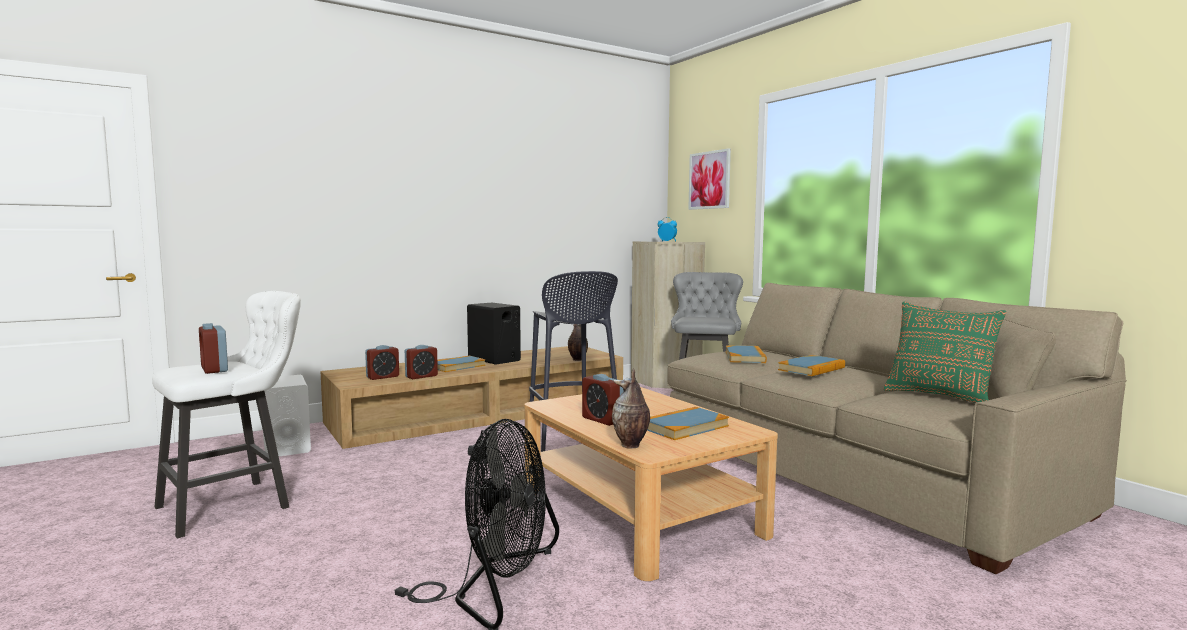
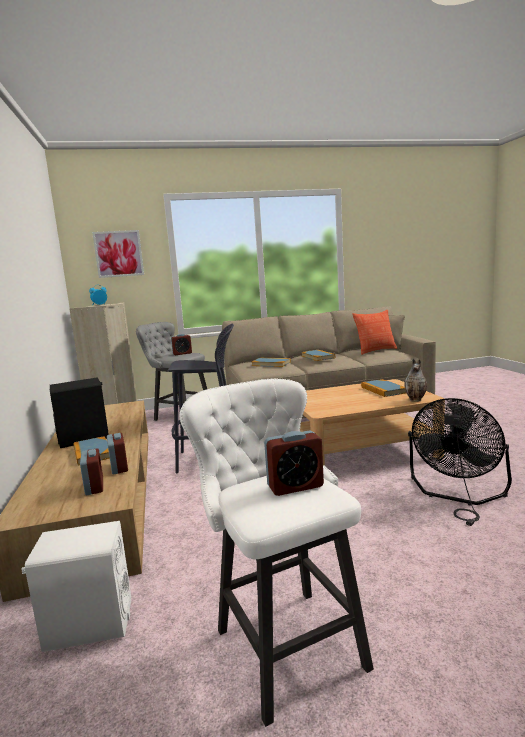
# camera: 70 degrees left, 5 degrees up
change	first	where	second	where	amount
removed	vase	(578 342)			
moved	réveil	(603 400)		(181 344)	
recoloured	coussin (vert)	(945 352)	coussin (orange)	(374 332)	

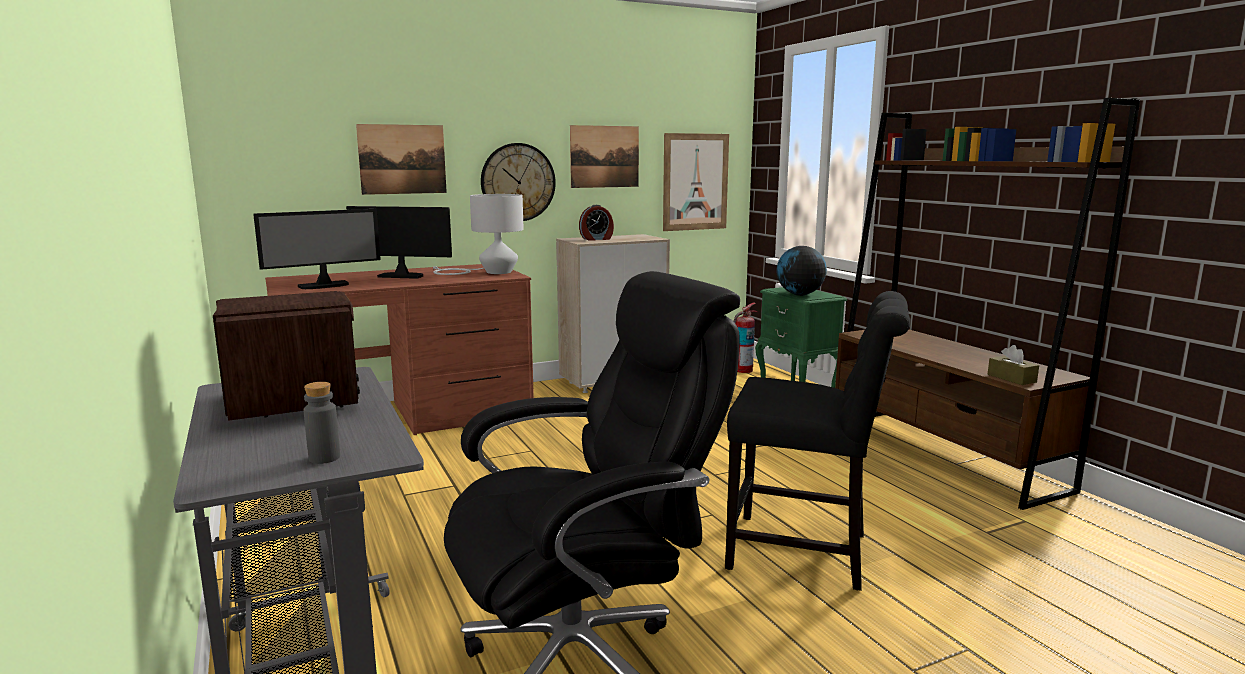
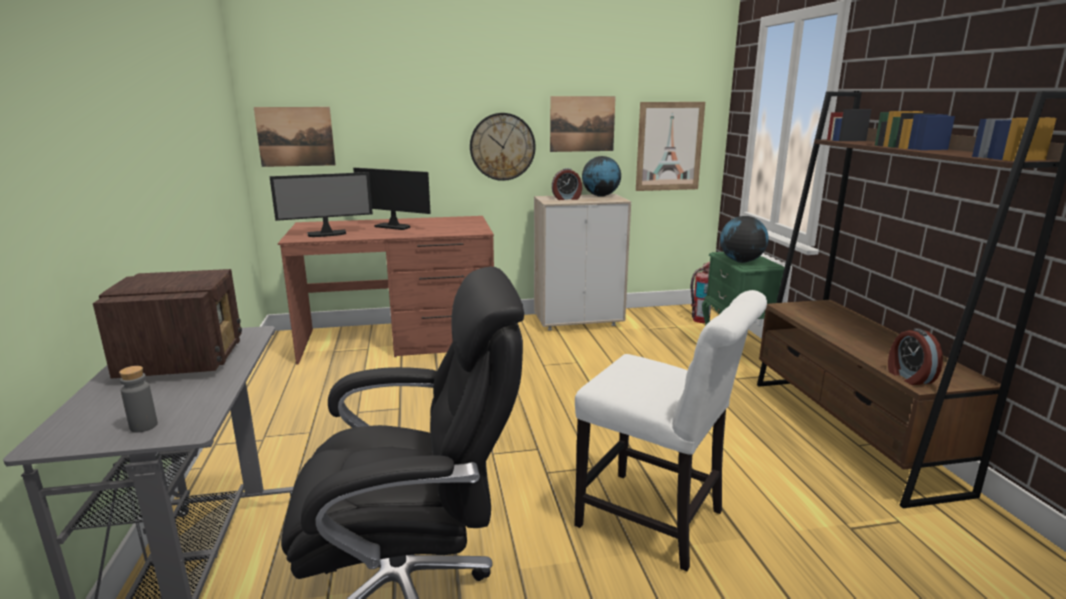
# camera: 15 degrees right, 5 degrees up
change	first	where	second	where	amount
moved	tableau	(401 159)		(295 137)	
removed	lampe de table (blanc)	(478 234)			
recoloured	chaise (noir)	(818 441)	chaise (blanc)	(670 430)	
replaced	boîte à mouchoirs (marron)	(1013 365)	réveil	(915 356)	
added			globe	(601 176)	

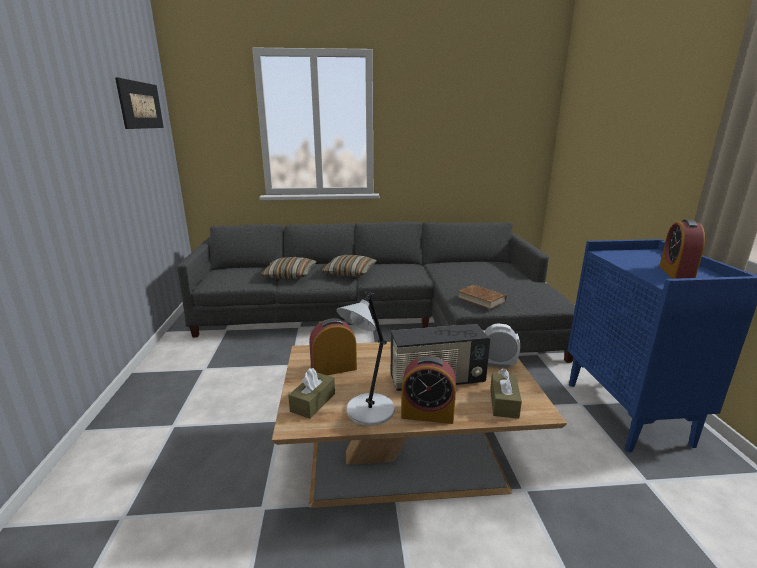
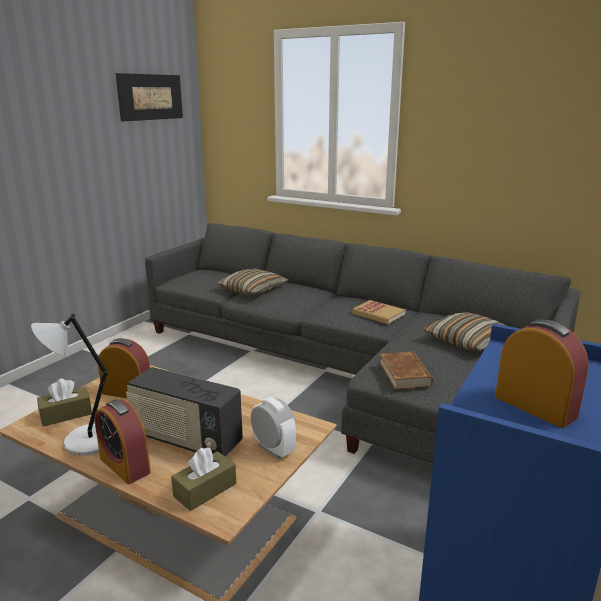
# camera: 35 degrees right, 0 degrees up
change	first	where	second	where	amount
moved	coussin	(349 266)		(465 331)	
turned	réveil	(682 249)		(542 373)	90 degrees clockwise
added			livre	(378 312)	

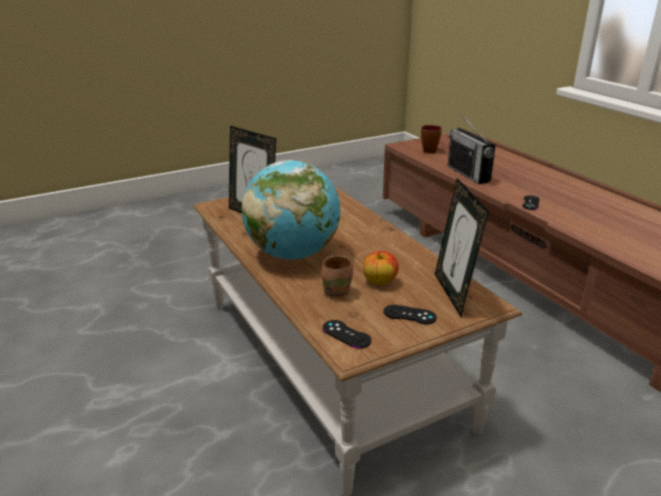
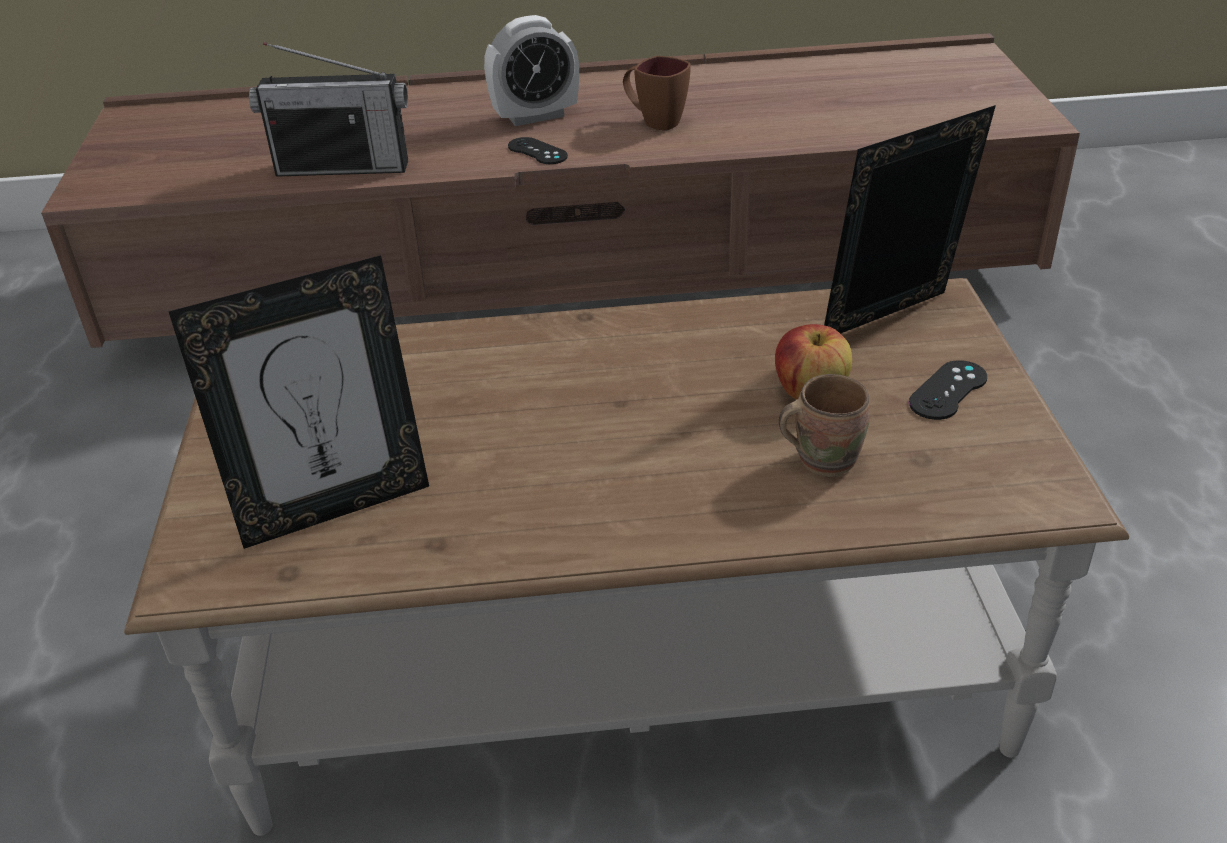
# camera: 65 degrees left, 10 degrees up
change	first	where	second	where	amount
removed	globe	(291 209)			
removed	manette (noir)	(347 334)			
moved	mug (marron)	(431 139)		(657 93)	
turned	cadre photo	(462 247)		(910 219)	135 degrees clockwise
added			réveil	(531 70)	

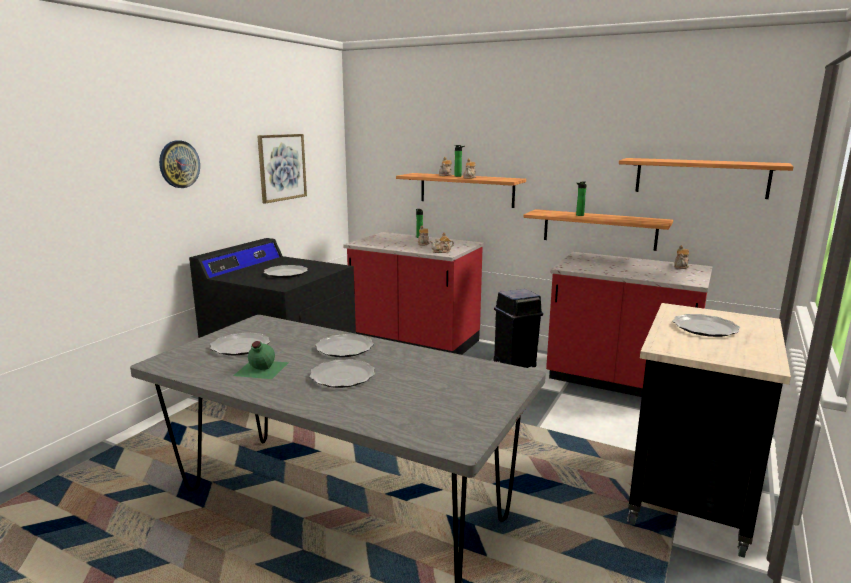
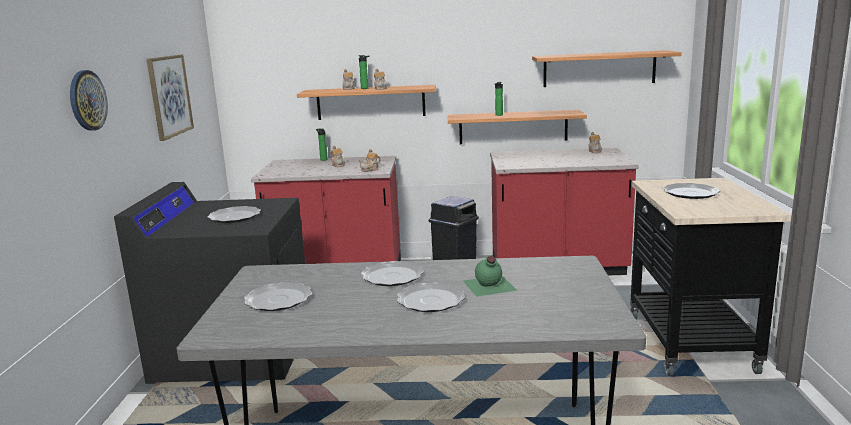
# camera: 25 degrees left, 0 degrees up
change	first	where	second	where	amount
moved	bouteille (vert)	(260 360)		(490 276)	

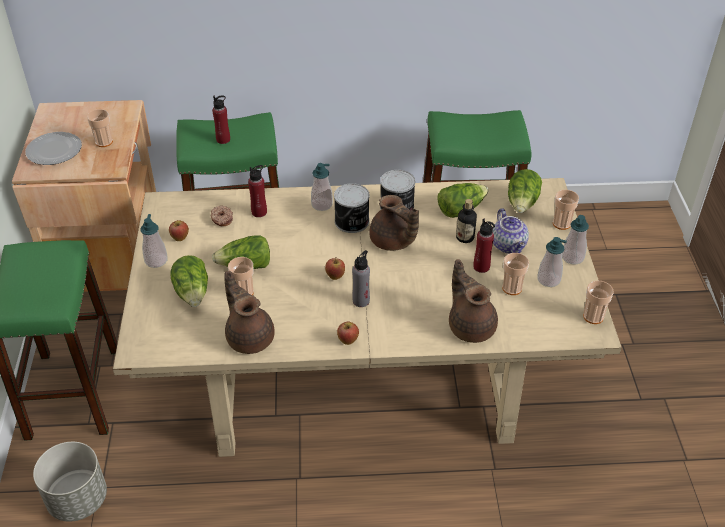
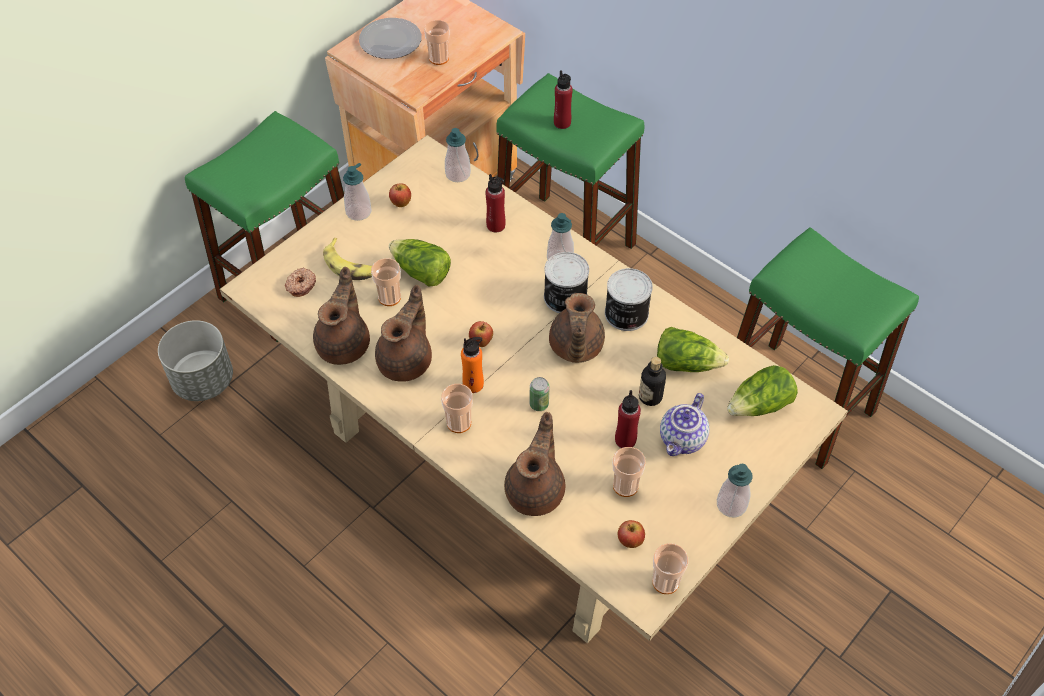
# camera: 45 degrees right, 10 degrees up
change	first	where	second	where	amount
replaced	laitue	(189 281)	banane	(347 259)	
moved	beignet	(222 216)		(300 282)	
moved	pomme	(348 333)		(631 534)	
recoloured	bouteille (gris)	(361 278)	bouteille (orange)	(472 365)	
moved	distributeur de savon	(552 262)		(458 155)	
moved	tasse	(566 210)		(457 408)	
added			théière (marron)	(403 333)	
added			boîte métallique	(540 394)	

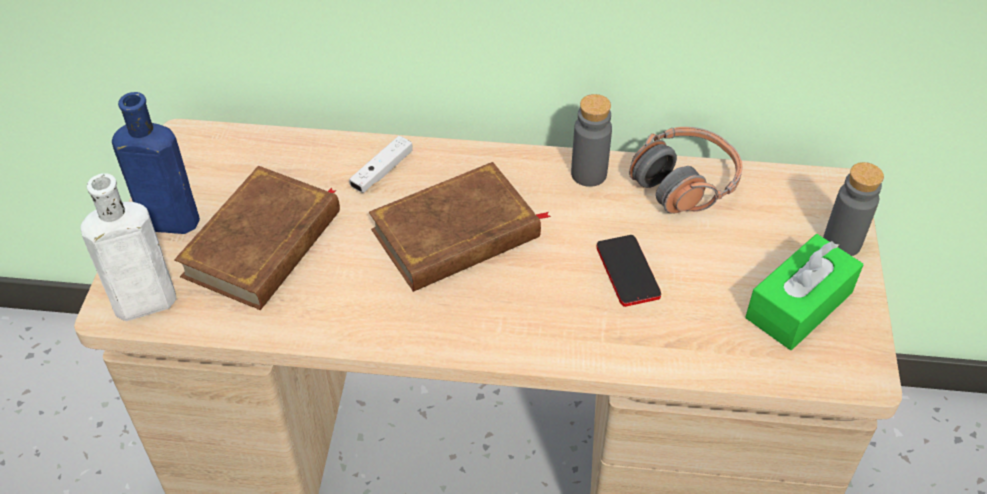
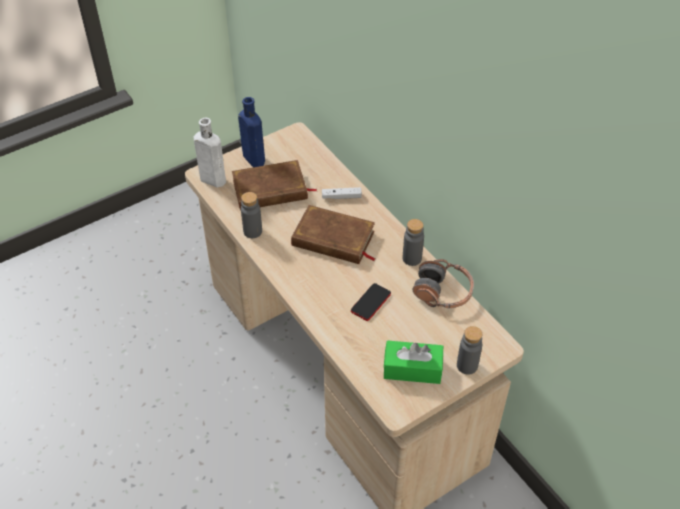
# camera: 50 degrees right, 0 degrees up
change	first	where	second	where	amount
added			bouteille (gris)	(251 215)	

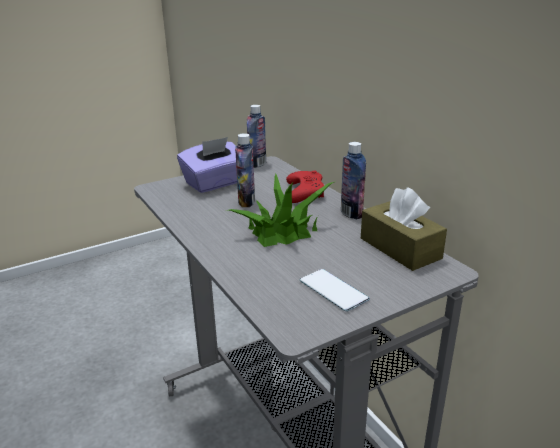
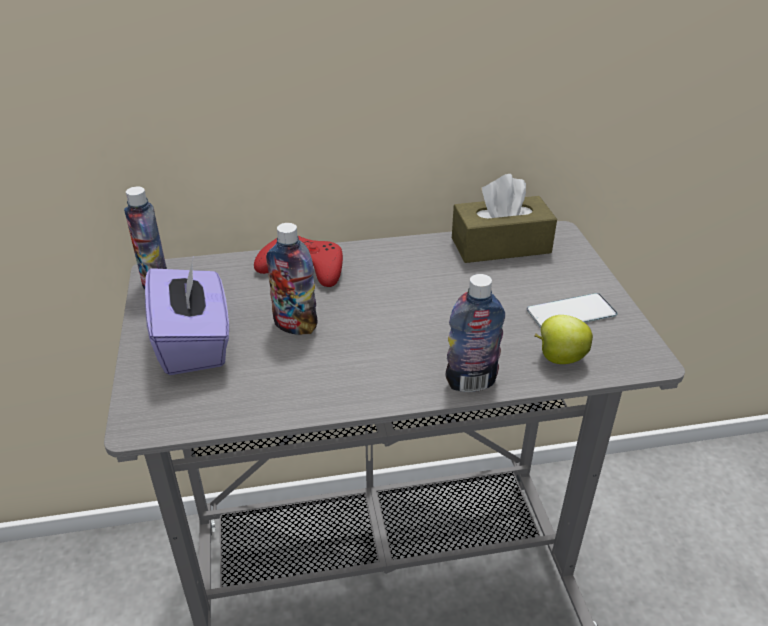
# camera: 70 degrees left, 10 degrees up
change	first	where	second	where	amount
removed	plante en pot	(279 210)			
moved	bouteille	(353 180)		(475 333)	
added			pomme	(563 339)	

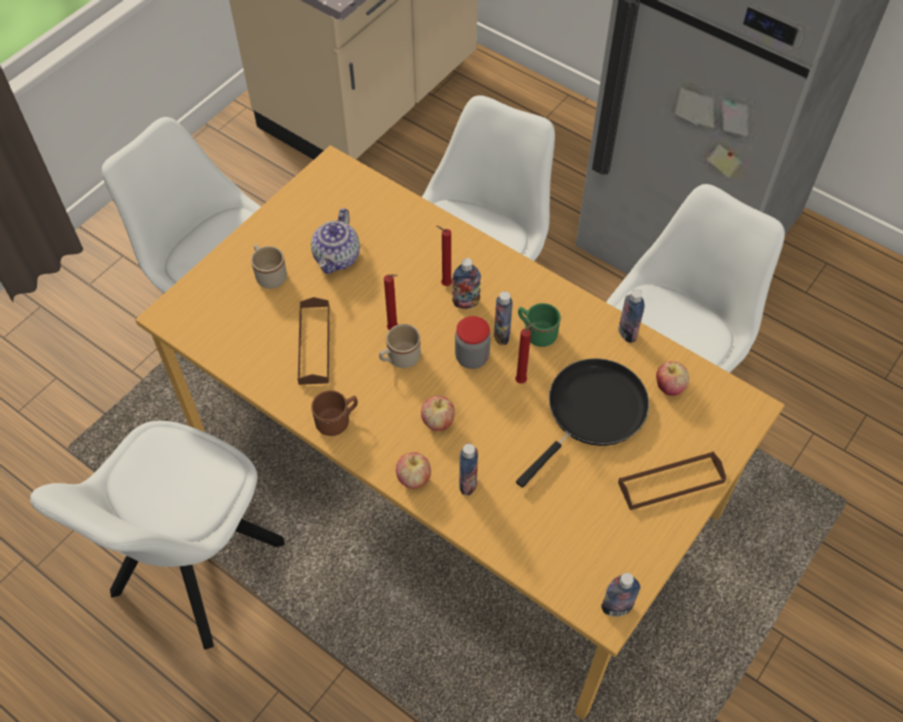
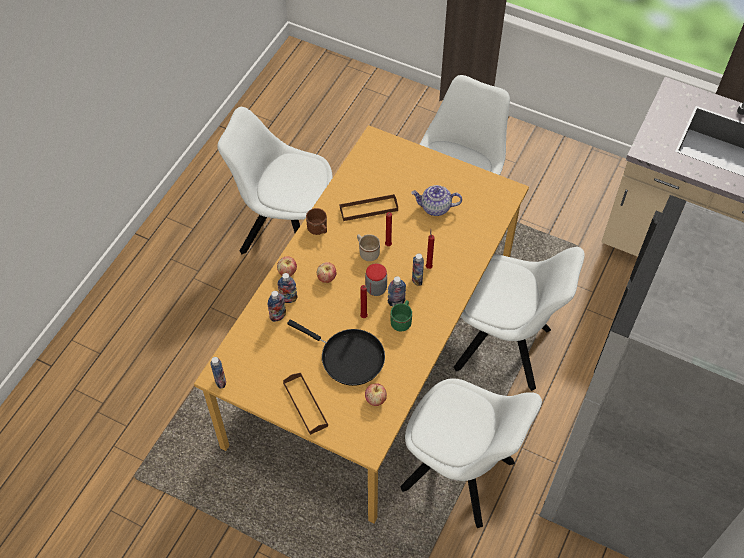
# camera: 80 degrees right, 0 degrees up
change	first	where	second	where	amount
removed	mug (beige)	(269 266)			
moved	bouteille	(632 316)		(277 306)	

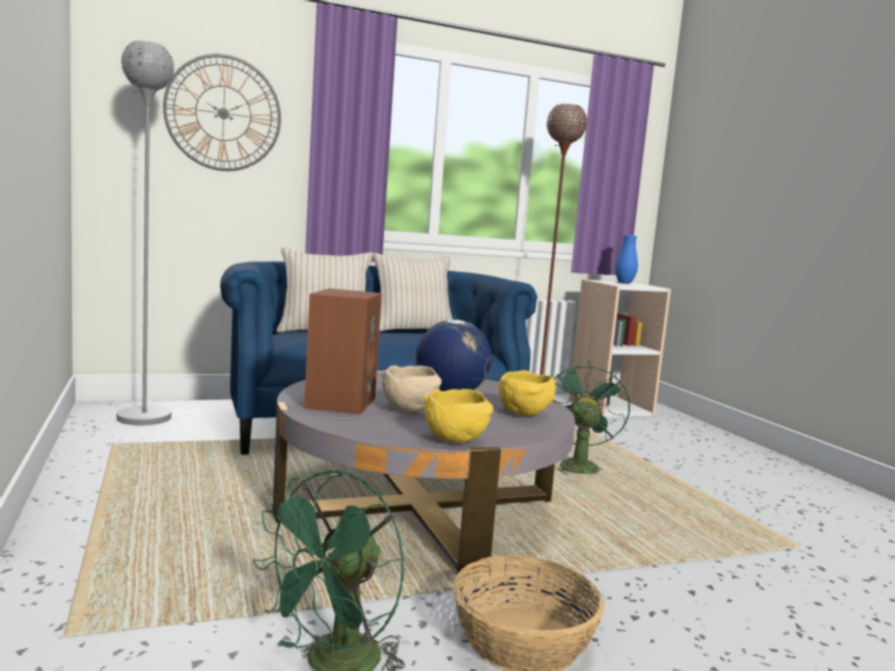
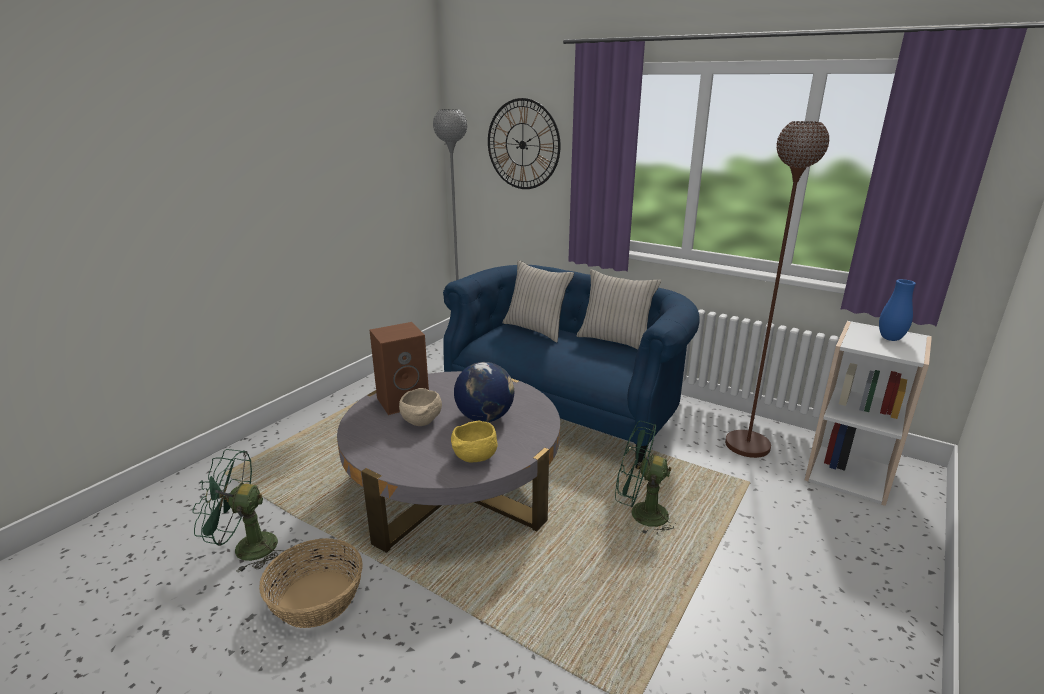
# camera: 55 degrees right, 15 degrees up
change	first	where	second	where	amount
removed	bol (jaune)	(458 416)			
turned	ventilateur (vert)	(592 419)		(646 478)	135 degrees counterclockwise

